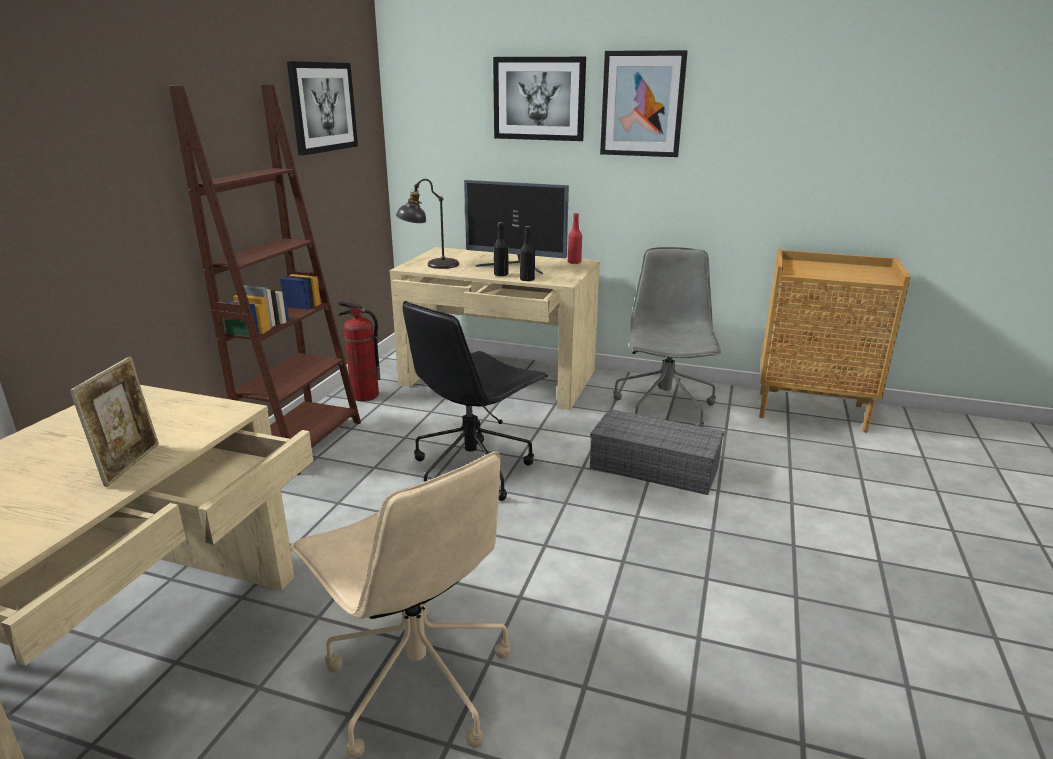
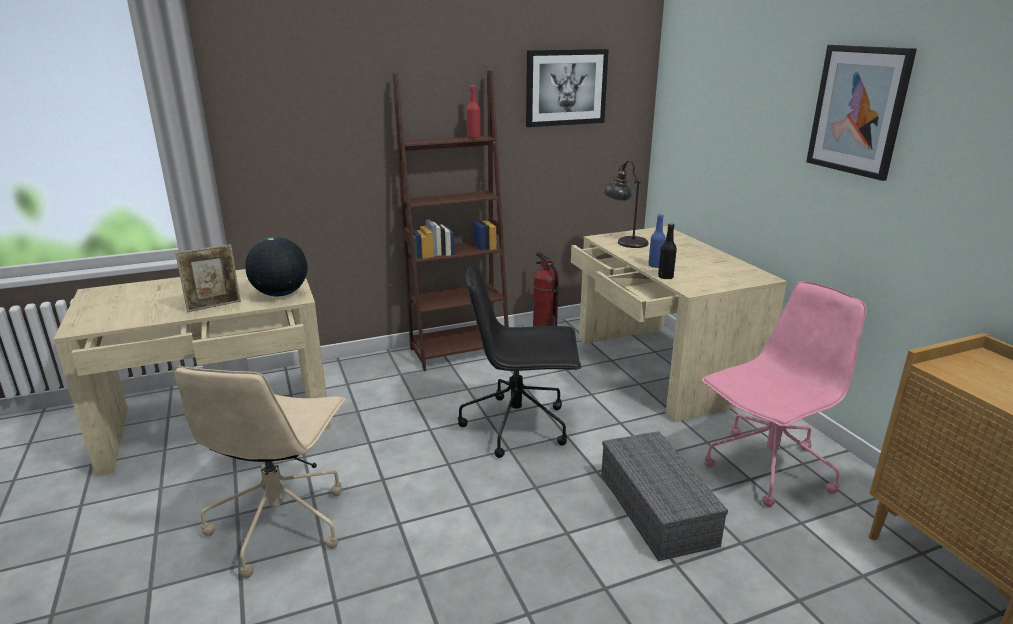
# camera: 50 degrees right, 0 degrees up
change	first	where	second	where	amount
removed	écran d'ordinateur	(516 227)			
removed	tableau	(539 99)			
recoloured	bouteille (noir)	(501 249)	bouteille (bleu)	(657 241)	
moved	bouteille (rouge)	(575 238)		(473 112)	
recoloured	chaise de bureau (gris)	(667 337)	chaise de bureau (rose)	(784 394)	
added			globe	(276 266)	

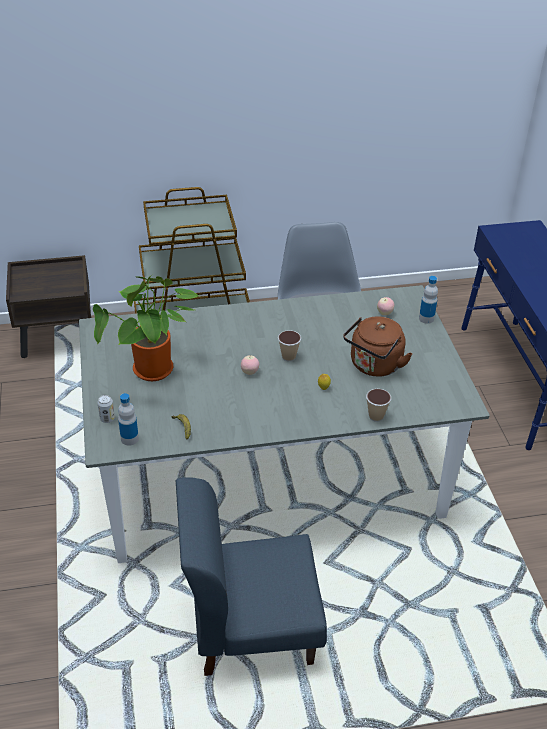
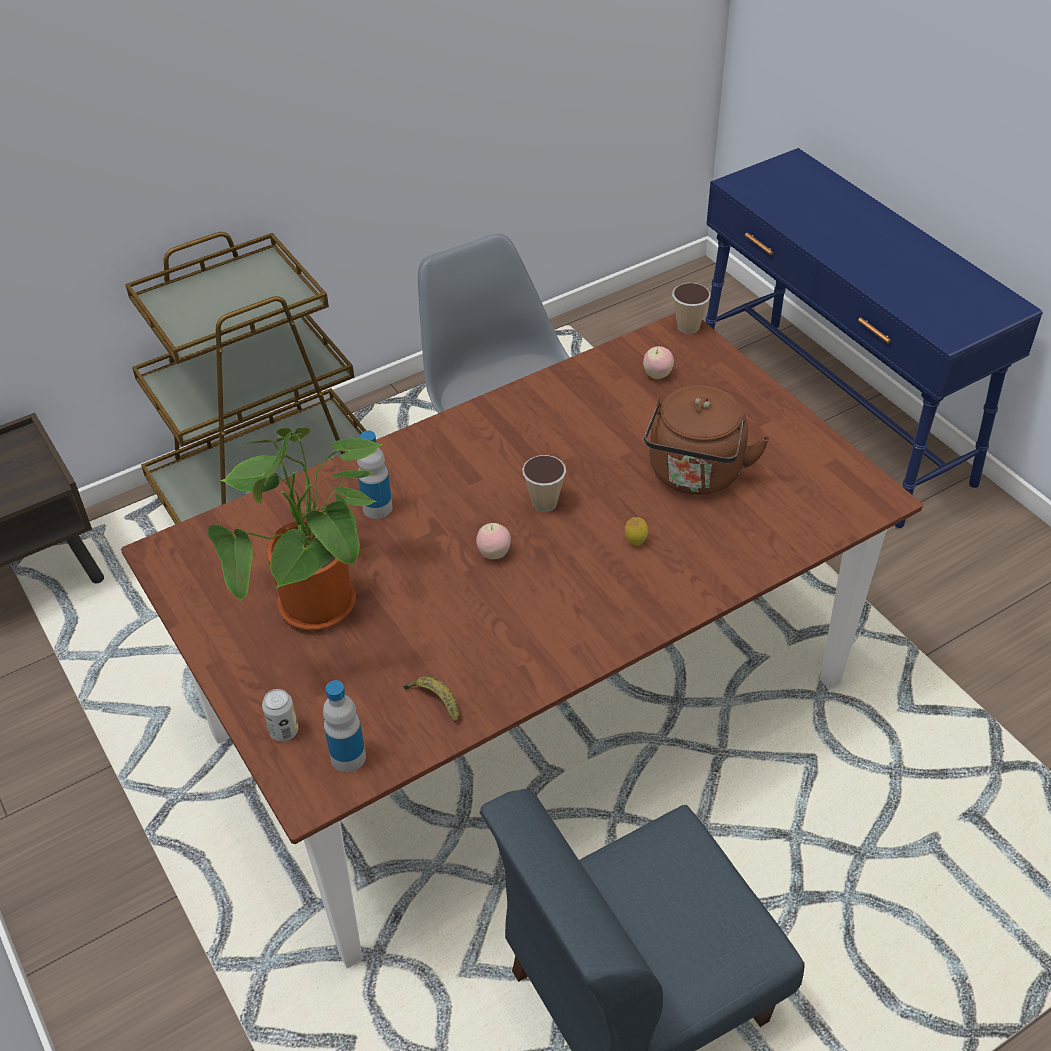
# camera: 20 degrees left, 5 degrees up
change	first	where	second	where	amount
recoloured	table à manger (gris)	(284 424)	table à manger (marron)	(522 640)	
moved	tasse	(378 405)		(691 308)	
moved	bouteille	(428 300)		(374 475)	

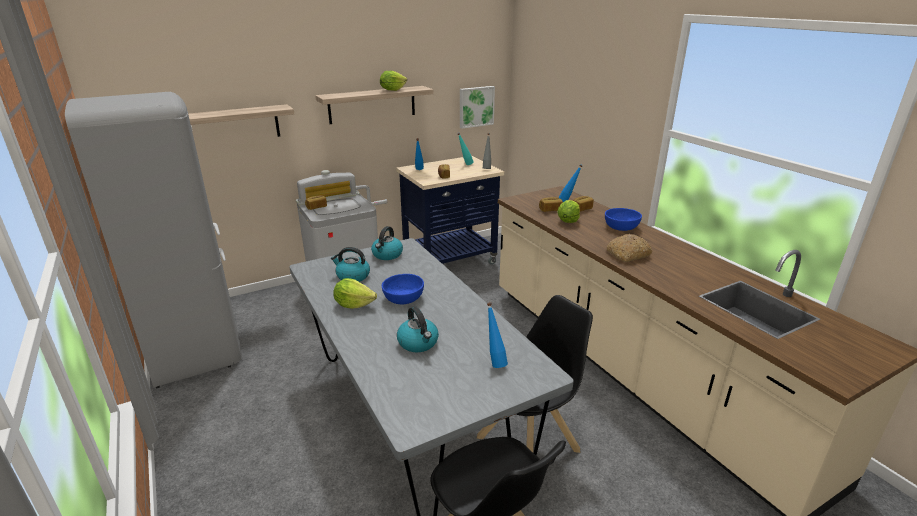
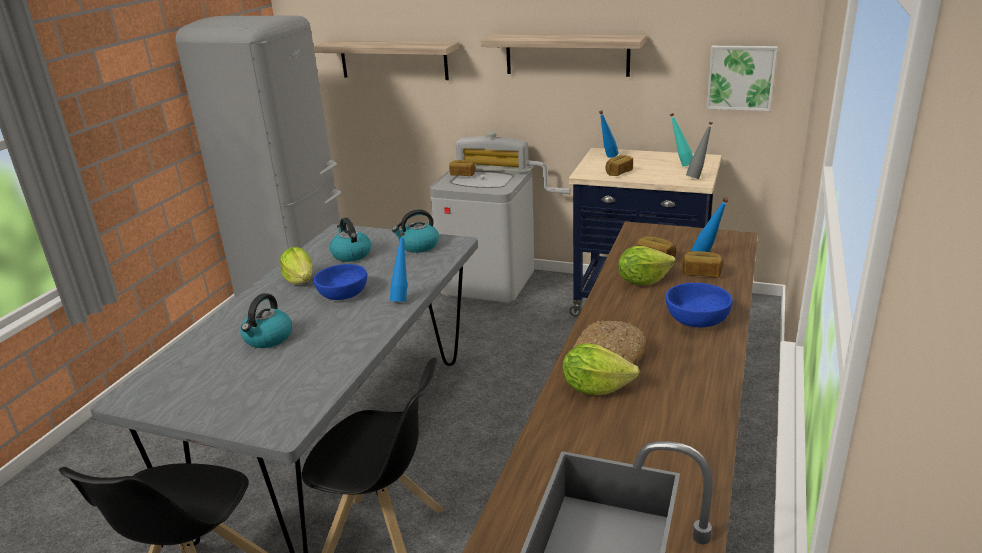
# camera: 50 degrees right, 0 degrees up
change	first	where	second	where	amount
moved	laitue	(393 81)		(601 369)	
moved	bouteille (bleu)	(497 335)		(398 267)	

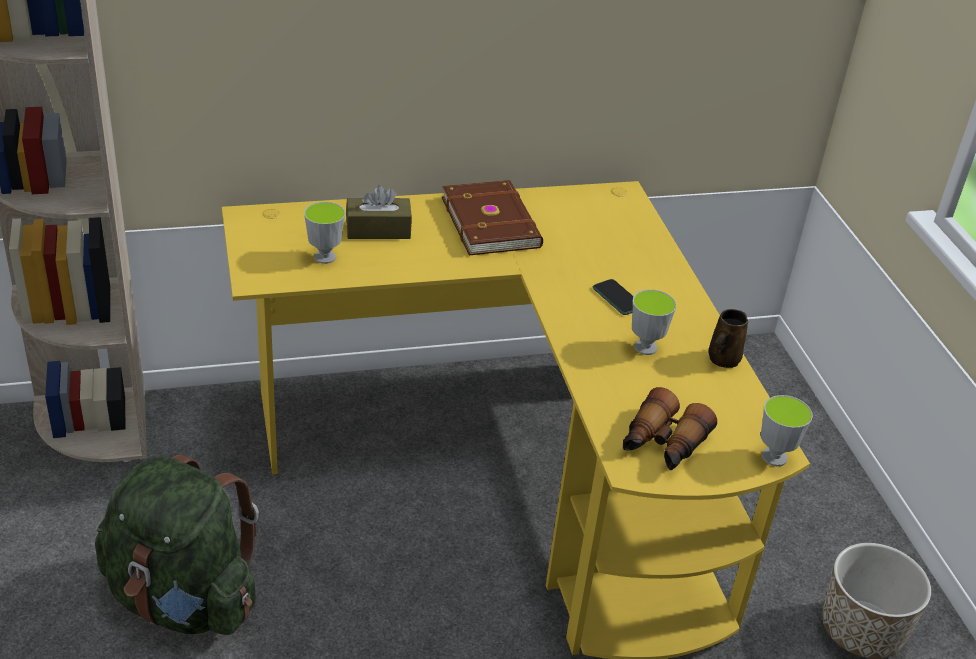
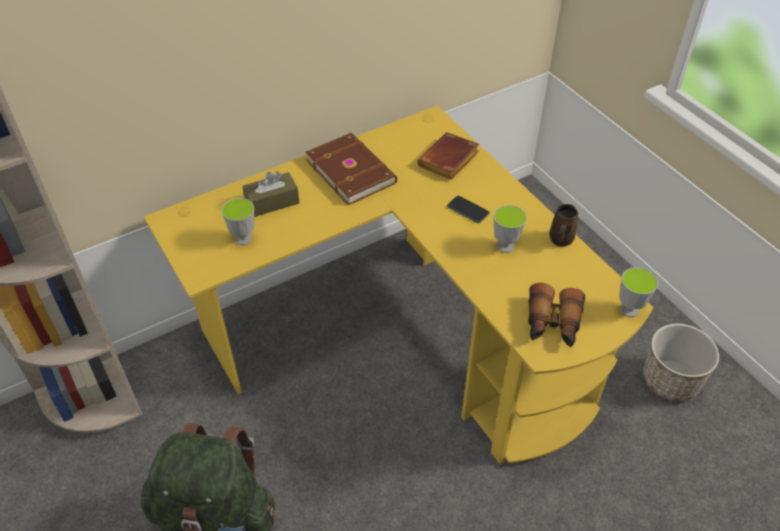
# camera: 15 degrees left, 10 degrees up
change	first	where	second	where	amount
added			livre (marron)	(448 156)	

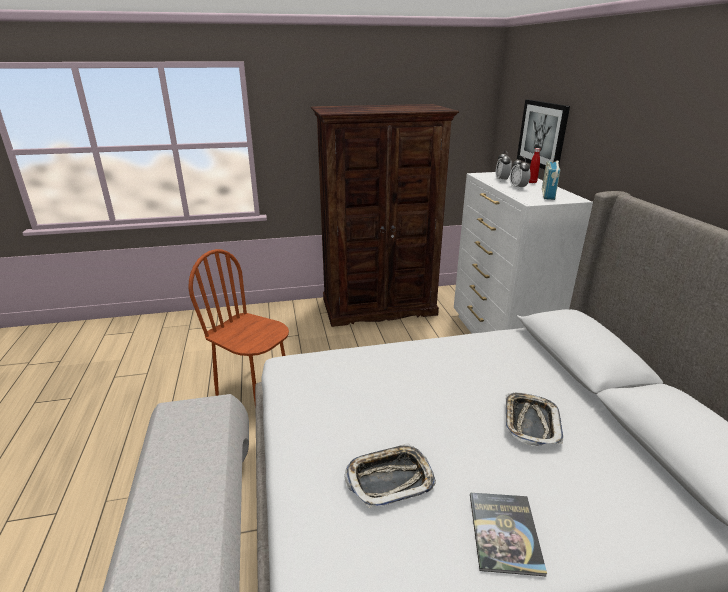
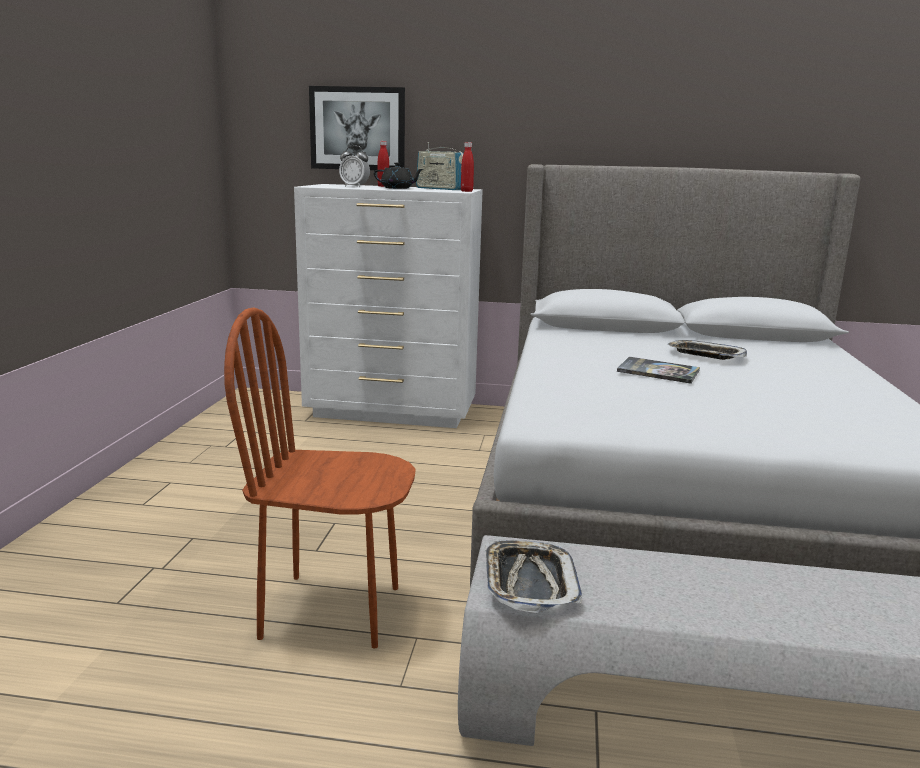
# camera: 70 degrees left, 10 degrees down
change	first	where	second	where	amount
turned	chaise (marron)	(238 329)		(320 478)	45 degrees clockwise
removed	armoire (marron)	(385 215)			
moved	plateau	(390 475)		(534 576)	
moved	livre	(508 535)		(658 370)	
replaced	réveil	(520 173)	théière (noir)	(398 176)	
added			bouteille (rouge)	(467 167)	

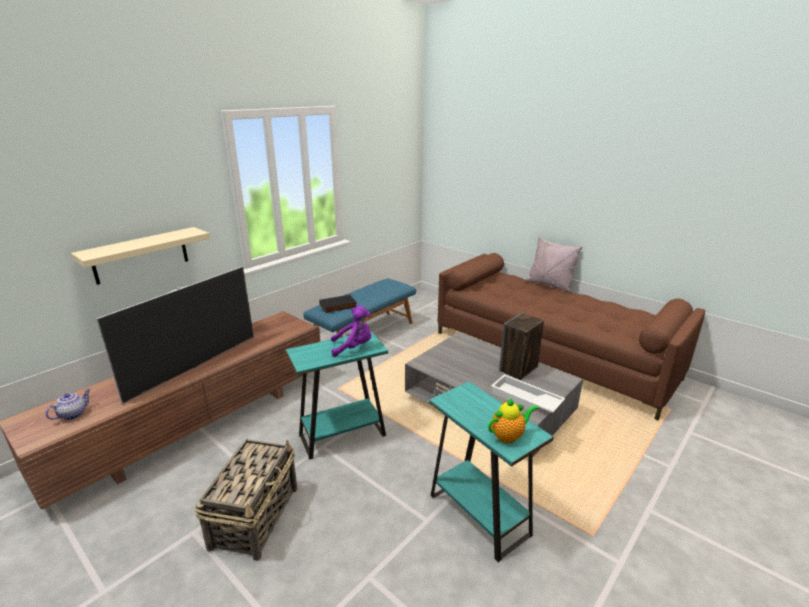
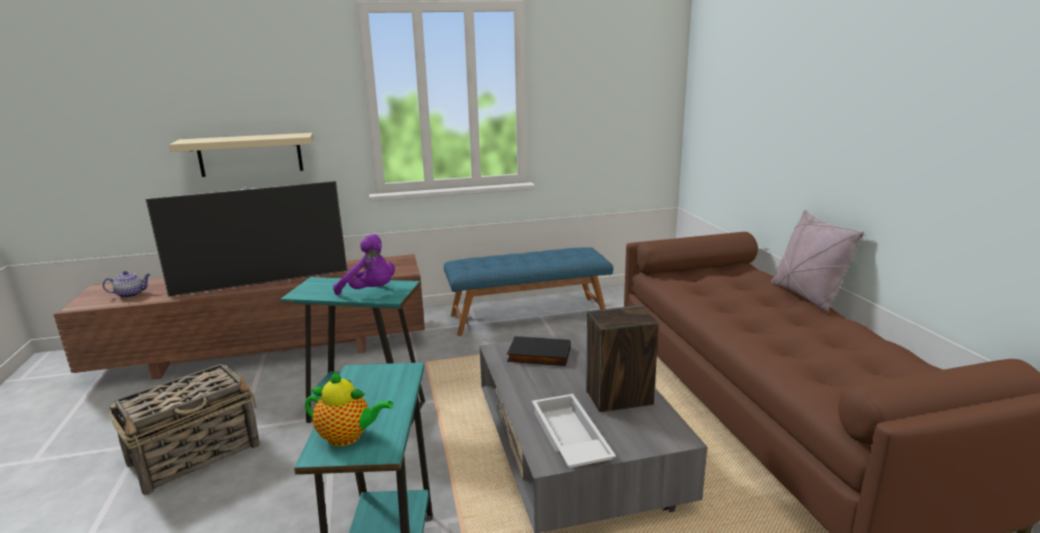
# camera: 35 degrees right, 5 degrees down
change	first	where	second	where	amount
moved	livre (noir)	(338 304)		(539 351)	

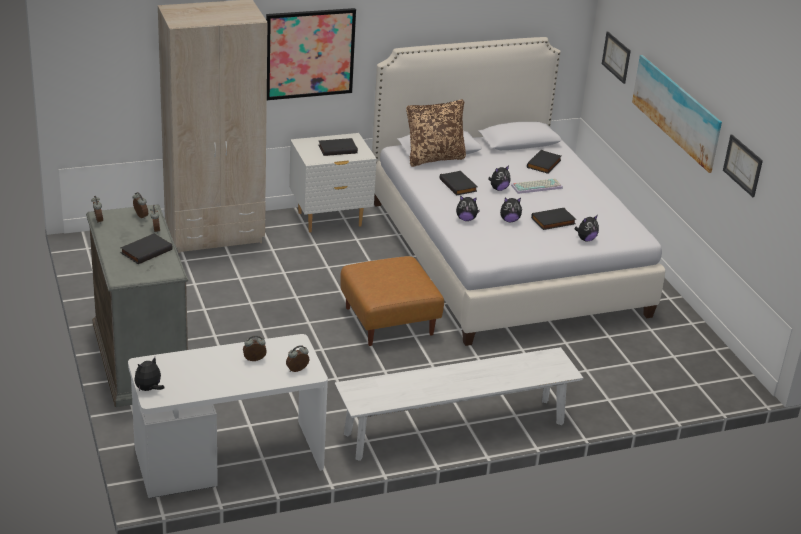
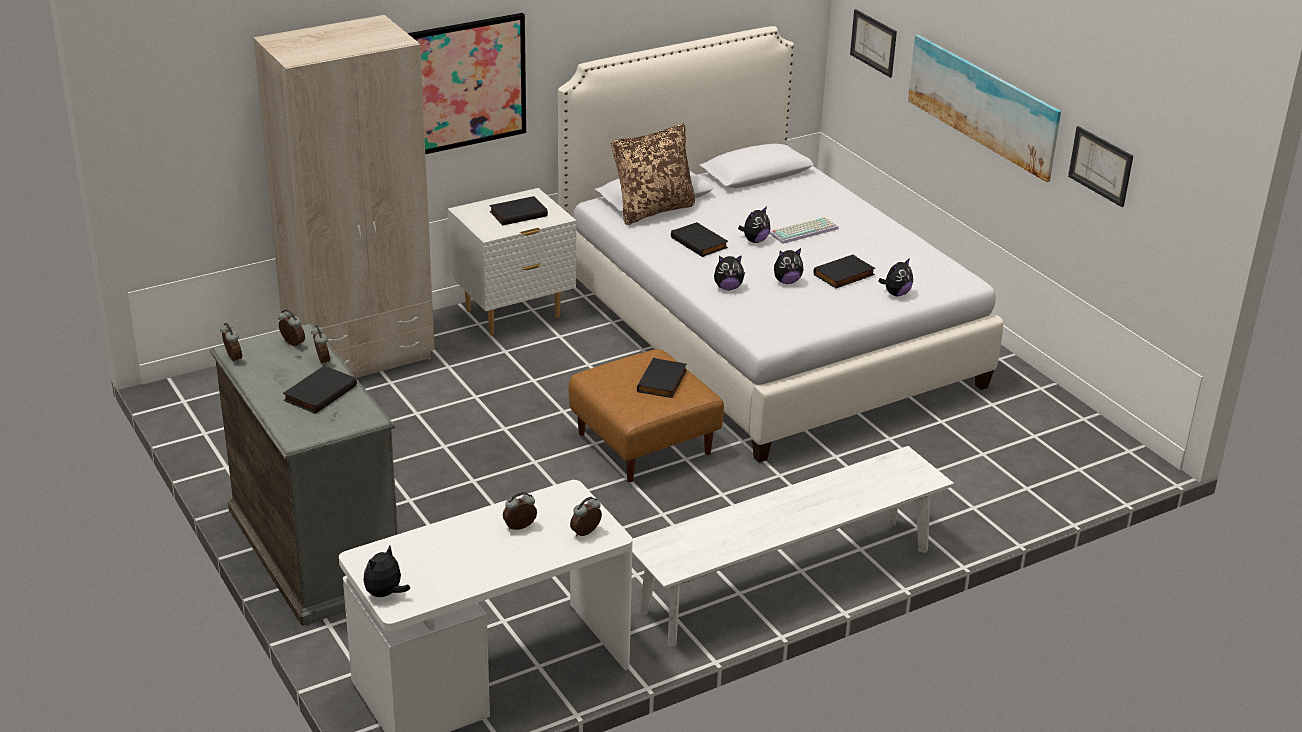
# camera: 10 degrees left, 0 degrees up
change	first	where	second	where	amount
moved	livre (noir)	(544 162)		(662 377)	

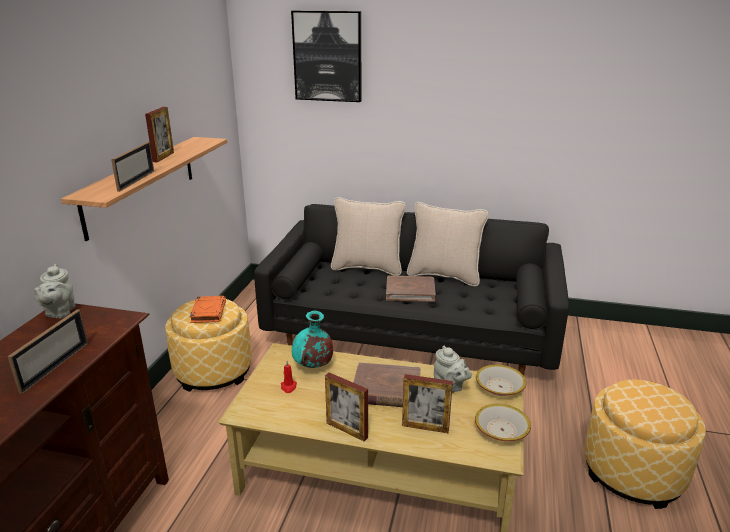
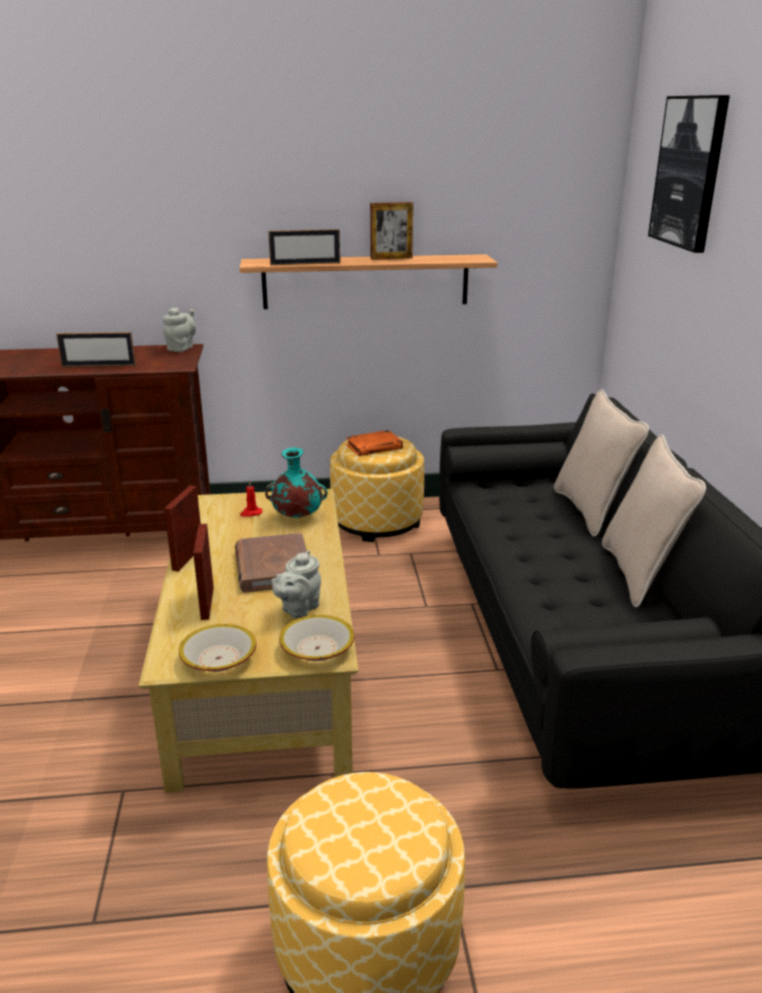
# camera: 70 degrees right, 0 degrees up
change	first	where	second	where	amount
turned	théière (gris)	(54 291)		(179 329)	135 degrees clockwise
removed	livre (marron)	(411 288)			

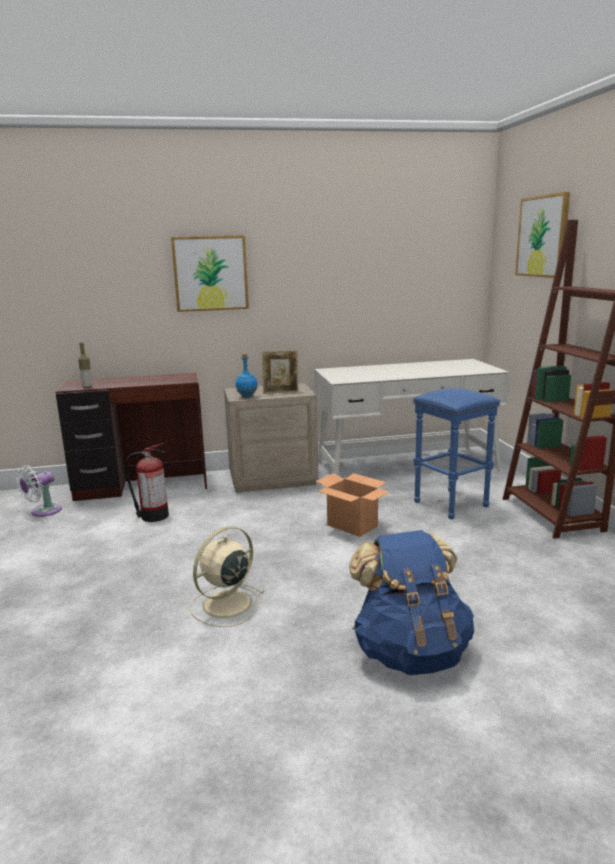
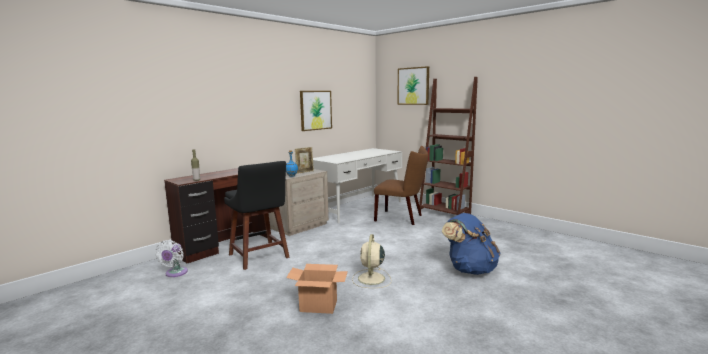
# camera: 35 degrees left, 5 degrees down
change	first	where	second	where	amount
replaced	extincteur	(147 482)	tabouret (noir)	(257 215)	
moved	tableau	(210 273)		(316 111)	
moved	carton	(353 505)		(317 289)	
replaced	tabouret (bleu)	(456 453)	chaise (marron)	(401 185)	

